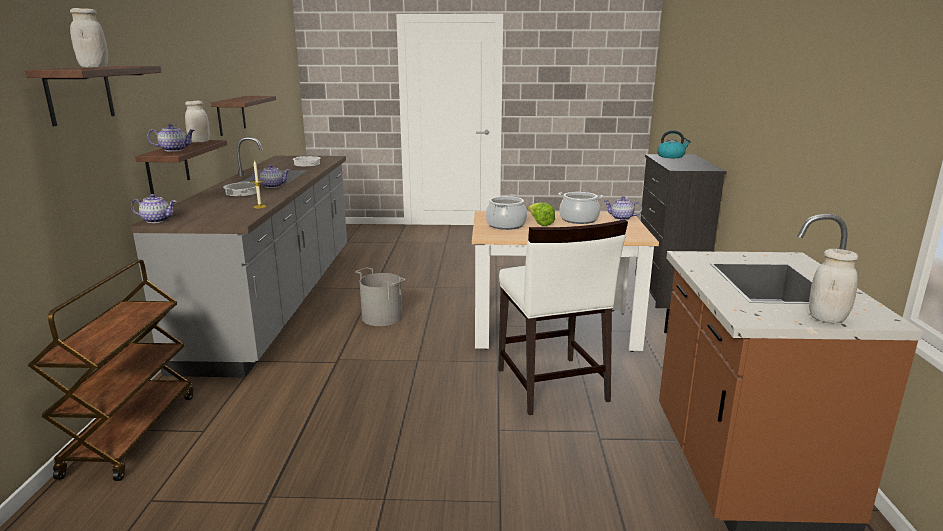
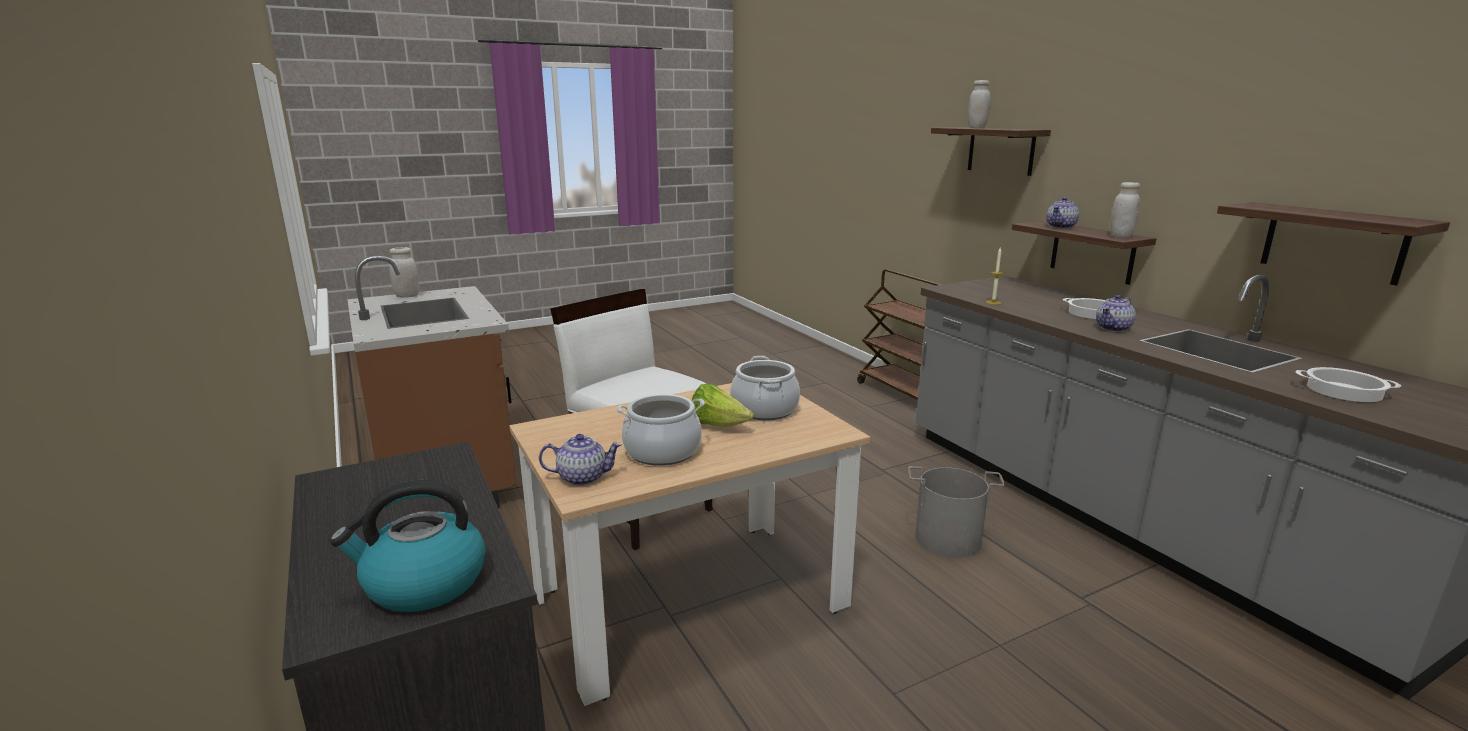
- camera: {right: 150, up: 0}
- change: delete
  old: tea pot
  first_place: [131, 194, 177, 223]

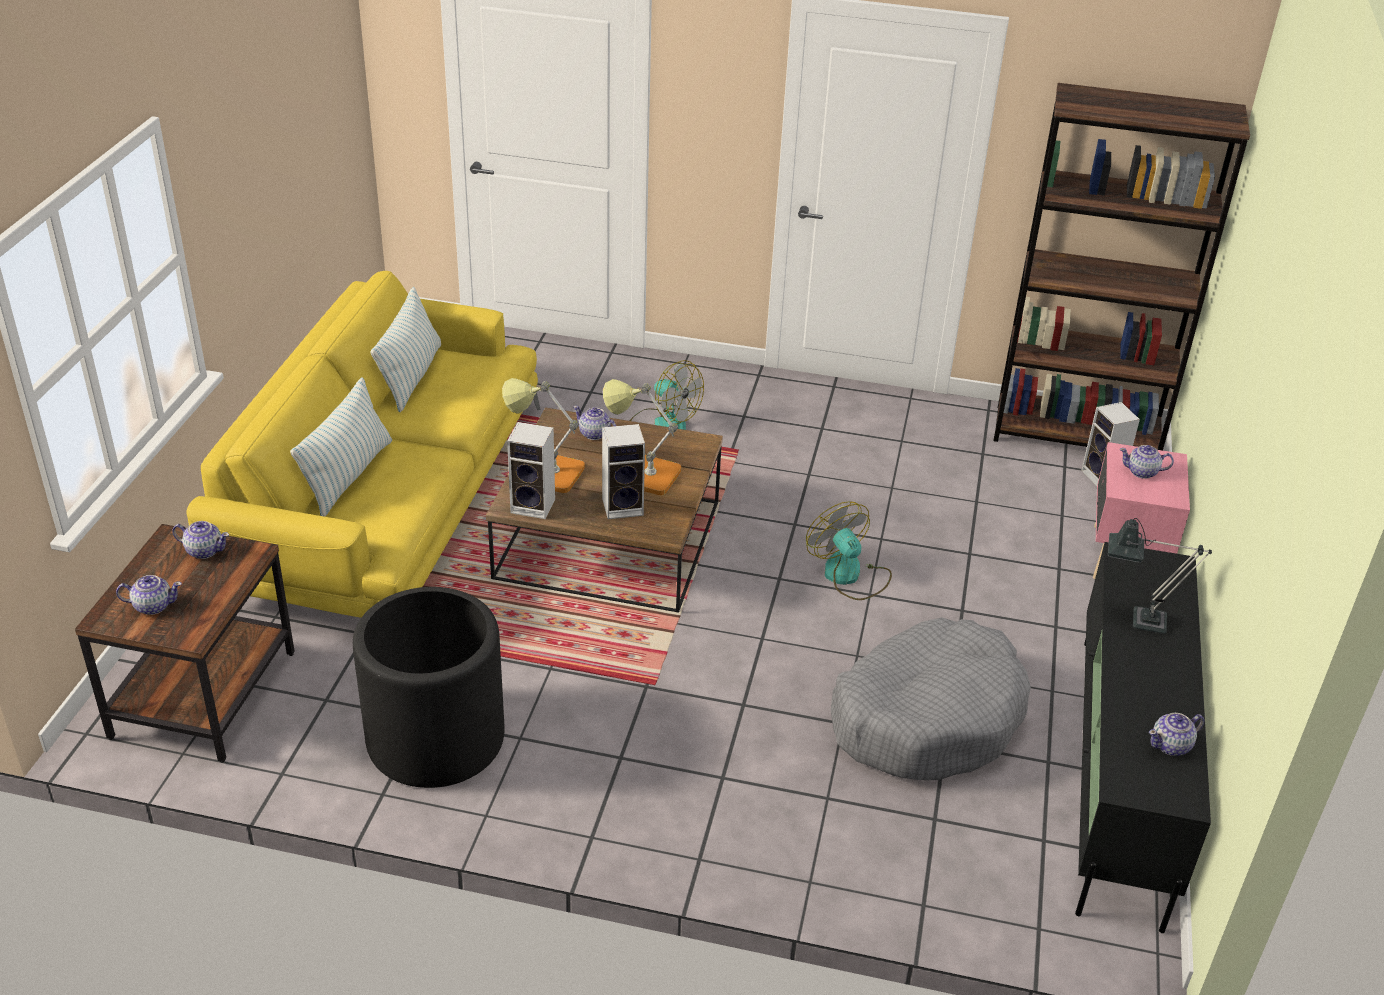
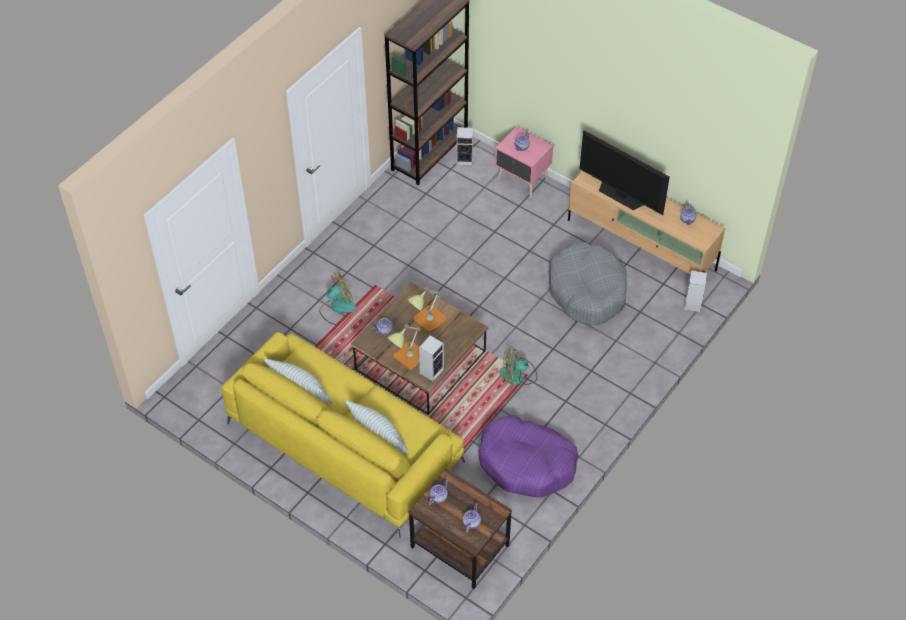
- camera: {right: -65, up: 15}
- change: replace
  old: black planter
  new: purplish dog cushion
  first_place: [353, 587, 505, 788]
  second_place: [478, 415, 579, 498]
- change: move
  old: electric fan
  first_place: [806, 501, 892, 600]
  second_place: [500, 347, 537, 385]
- change: recolor
  old: black tv unit
  new: beige-coloured tv unit
  first_place: [1075, 542, 1211, 933]
  second_place: [568, 171, 725, 274]
- change: replace
  old: tabletop lamp
  new: television
  first_place: [1108, 518, 1212, 634]
  second_place: [580, 130, 670, 215]
- change: move
  old: audio speaker
  first_place: [602, 424, 645, 519]
  second_place: [684, 270, 707, 312]

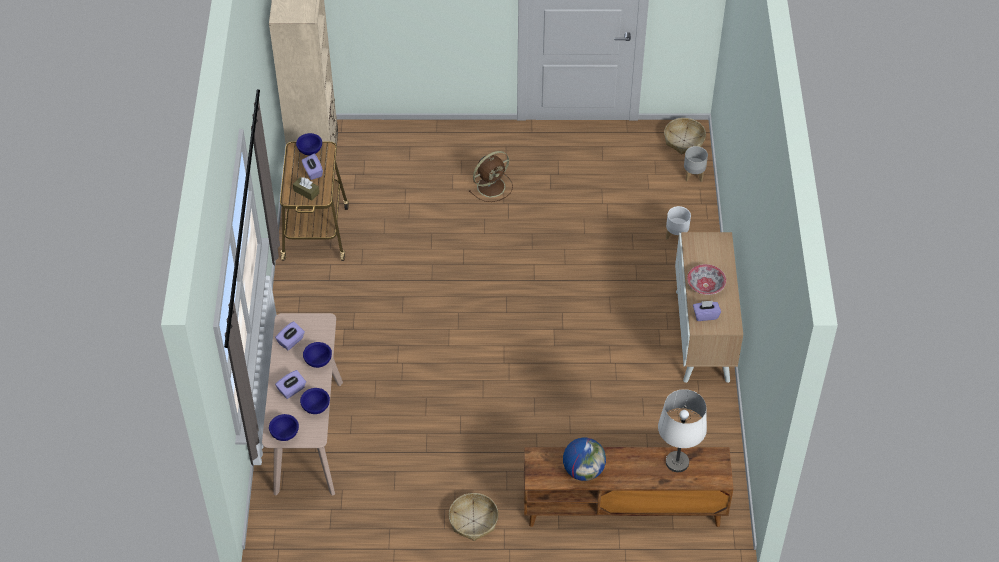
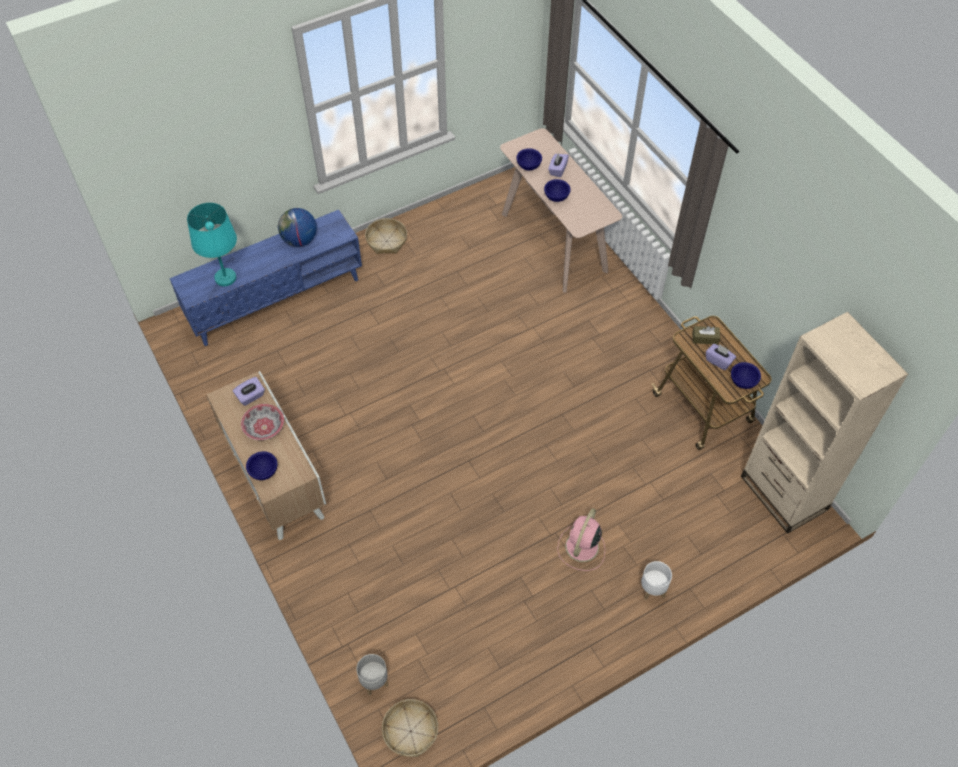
- camera: {right: 150, up: 5}
- change: recolor
  old: brown tv unit
  new: blue-coloured tv unit
  first_place: [524, 447, 733, 527]
  second_place: [170, 210, 362, 346]
- change: recolor
  old: white-coloured tabletop lamp
  new: turquoise-coloured tabletop lamp
  first_place: [658, 389, 707, 472]
  second_place: [187, 203, 237, 286]
- change: move
  old: blue-coloured bowl
  first_place: [269, 414, 299, 441]
  second_place: [246, 451, 278, 480]
- change: recolor
  old: brown electric fan
  new: pink electric fan
  first_place: [468, 151, 513, 202]
  second_place: [557, 508, 605, 571]
- change: move
  old: white-coloured planter
  first_place: [666, 206, 691, 240]
  second_place: [641, 561, 672, 600]
- change: delete
  old: purplish tissue box
  first_place: [275, 322, 305, 350]

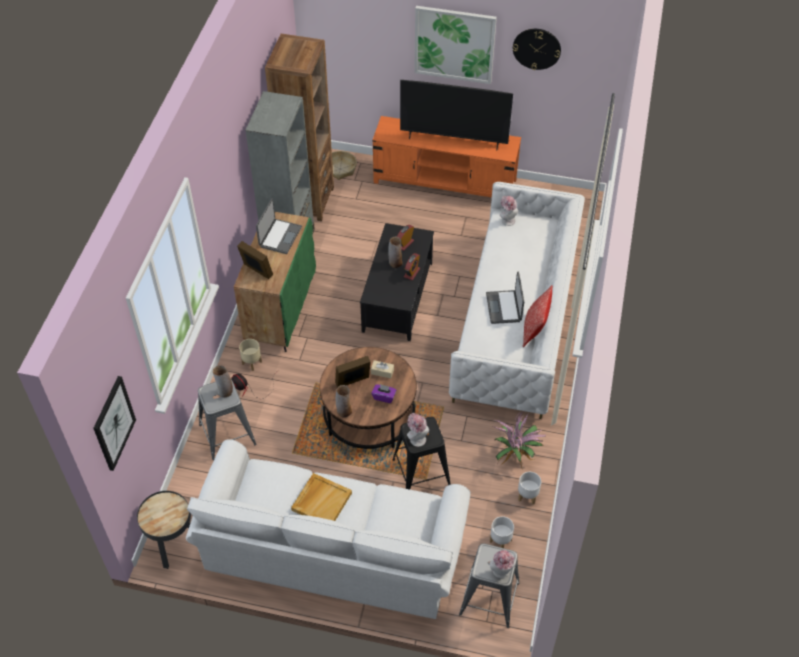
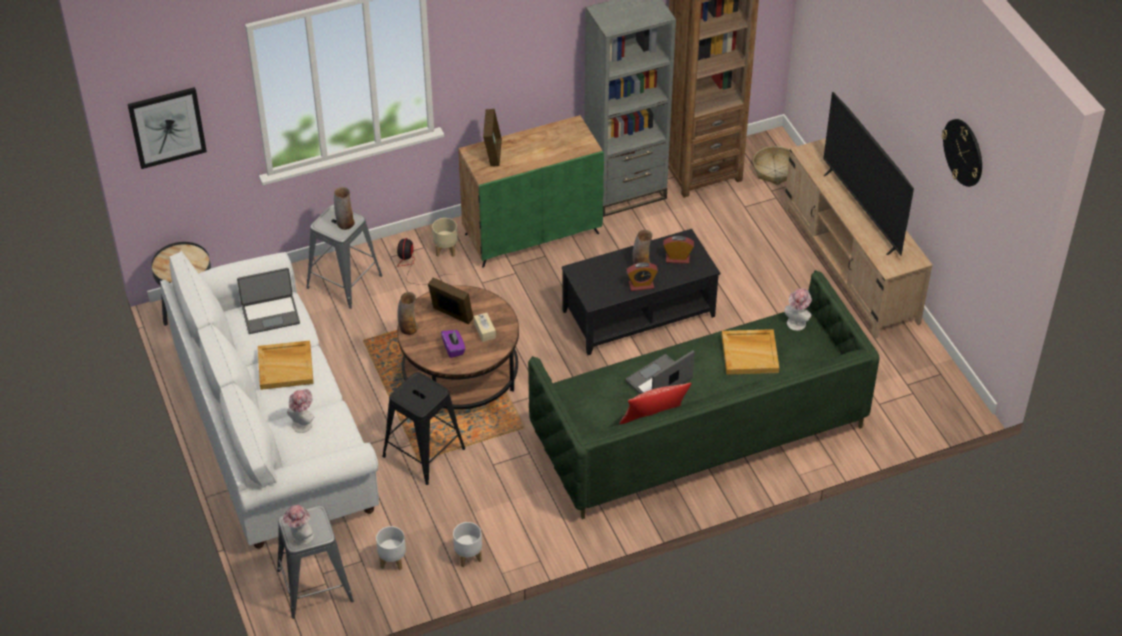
- camera: {right: 55, up: -5}
- change: move
  old: laptop
  first_place: [256, 199, 302, 254]
  second_place: [237, 268, 300, 334]
- change: move
  old: hat
  first_place: [407, 413, 429, 447]
  second_place: [287, 389, 314, 433]
- change: recolor
  old: white-coloured settee
  new: green settee
  first_place: [449, 182, 585, 419]
  second_place: [528, 270, 880, 519]
- change: insert
  new: beige-coloured carrying tray
  second_place: [721, 329, 779, 375]
- change: recolor
  old: orange tv unit
  new: beige-coloured tv unit
  first_place: [372, 116, 521, 197]
  second_place: [784, 138, 932, 339]
- change: delete
  old: picture
  first_place: [414, 6, 497, 84]
- change: delete
  old: houseplant
  first_place: [492, 410, 546, 468]

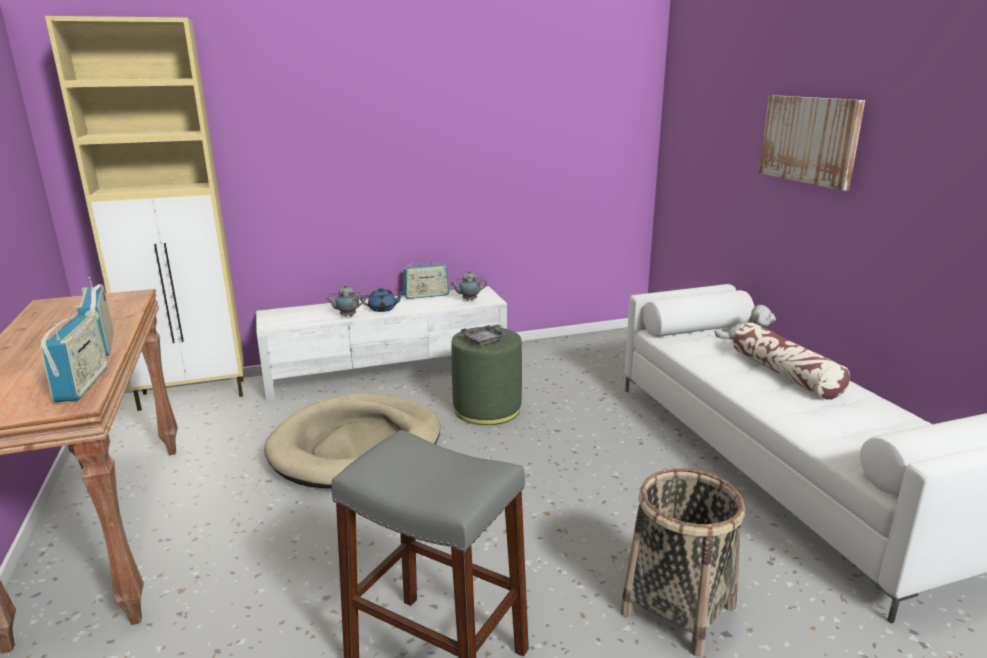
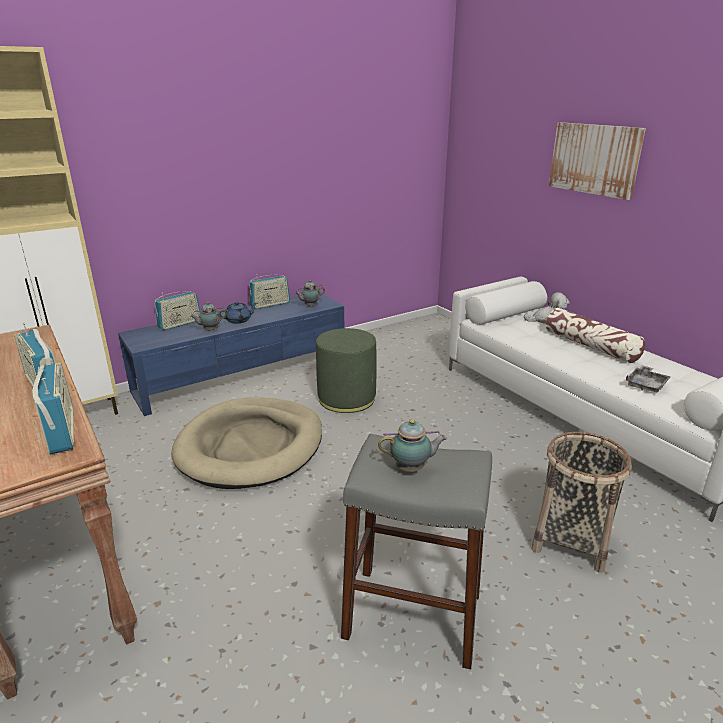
- camera: {right: -15, up: 5}
- change: recolor
  old: white-coloured tv unit
  new: blue-coloured tv unit
  first_place: [256, 286, 507, 402]
  second_place: [118, 293, 344, 416]
- change: insert
  new: radio receiver
  second_place: [155, 291, 201, 330]
- change: insert
  new: tea pot
  second_place: [378, 419, 447, 472]
- change: move
  old: greyish carrying tray
  first_place: [461, 324, 507, 345]
  second_place: [626, 365, 671, 392]

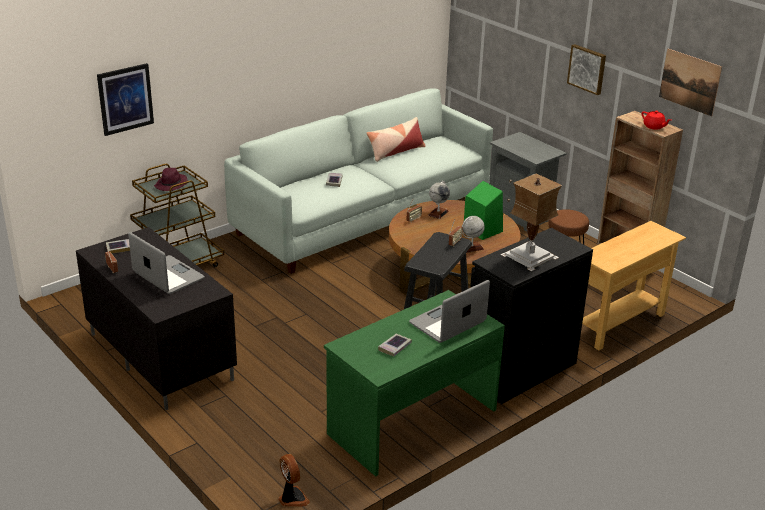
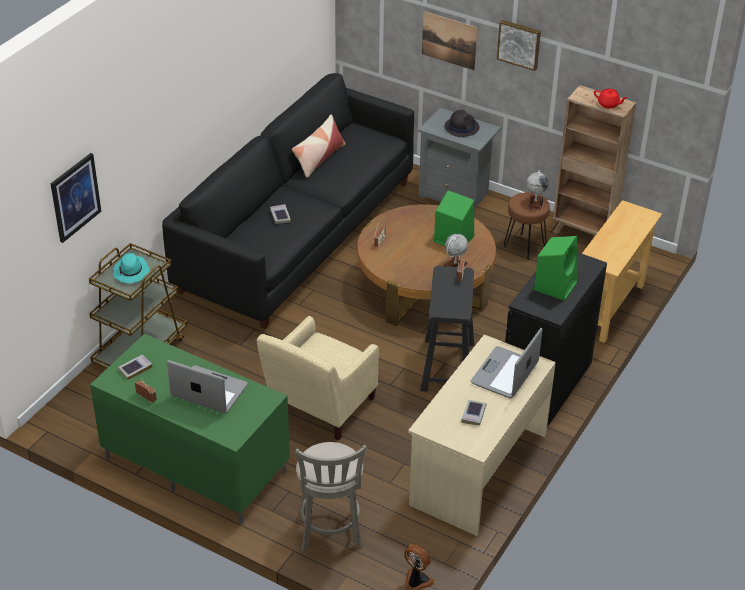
- camera: {right: -20, up: 10}
- change: recolor
  old: black tv unit
  new: green tv unit
  first_place: [76, 227, 237, 410]
  second_place: [90, 334, 290, 525]
- change: recolor
  old: purplish hat
  new: turquoise-coloured hat
  first_place: [154, 168, 188, 191]
  second_place: [113, 253, 150, 283]
- change: recolor
  old: white-coloured settee
  new: black settee
  first_place: [224, 88, 493, 274]
  second_place: [162, 73, 414, 329]
- change: insert
  new: beige-coloured easy chair
  second_place: [257, 316, 379, 440]
- change: insert
  new: greyish stool seat
  second_place: [295, 442, 367, 552]
- change: recolor
  old: green desk
  new: beige-coloured desk
  first_place: [324, 290, 505, 477]
  second_place: [408, 334, 556, 536]
- change: move
  old: picture
  first_place: [659, 49, 722, 116]
  second_place: [422, 11, 478, 71]
- change: insert
  new: black hat
  second_place: [444, 110, 480, 137]
- change: move
  old: world globe
  first_place: [428, 181, 450, 219]
  second_place: [527, 170, 549, 210]
- change: replace
  old: tabletop lamp
  new: green audio speaker
  first_place: [501, 173, 562, 271]
  second_place: [534, 236, 578, 301]

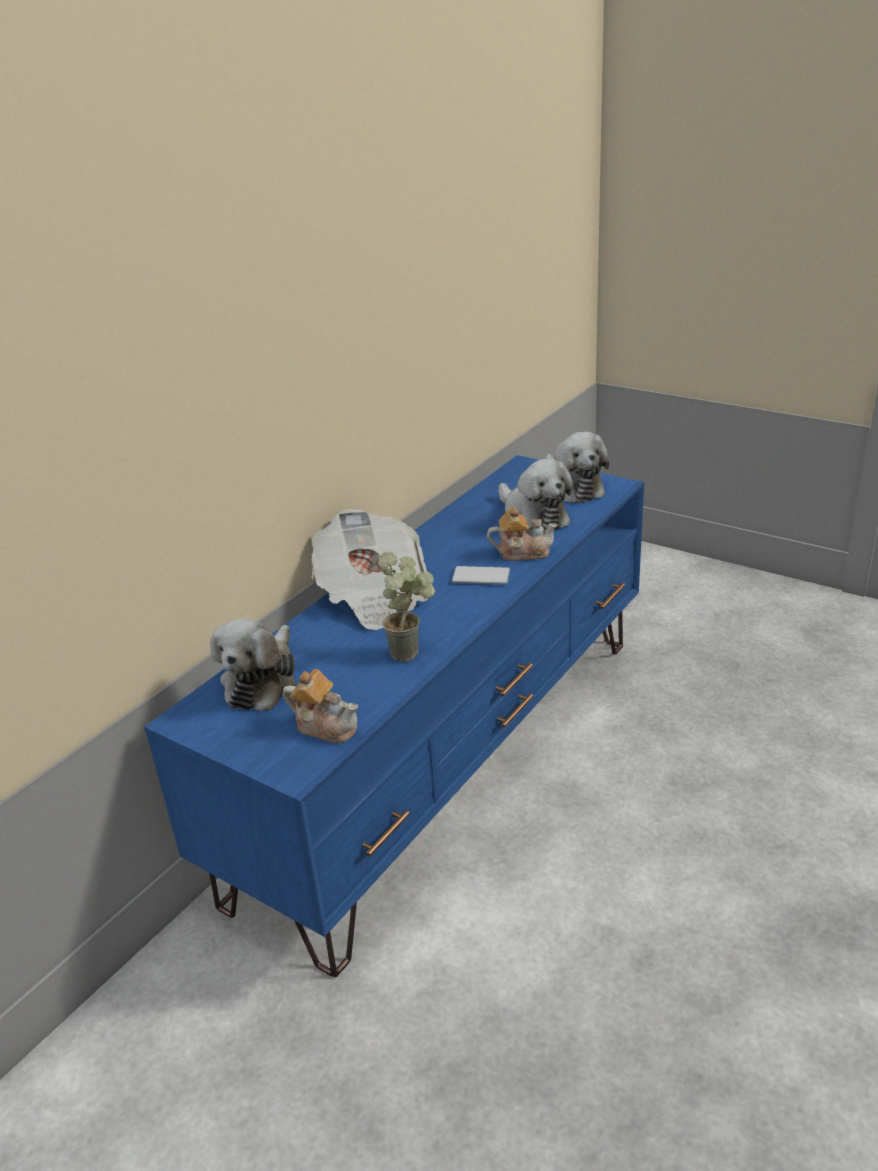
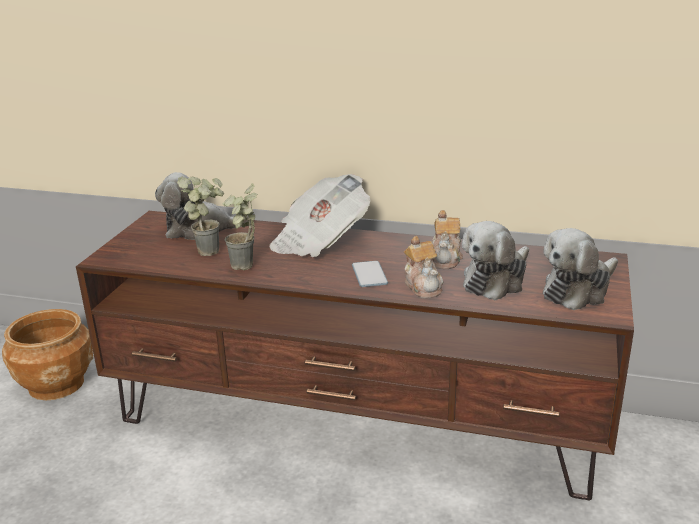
- camera: {right: 70, up: -5}
- change: insert
  new: brown planter
  second_place: [2, 309, 93, 400]
- change: recolor
  old: blue-coloured tv unit
  new: brown tv unit
  first_place: [144, 455, 644, 977]
  second_place: [76, 211, 634, 501]
- change: insert
  new: houseplant
  second_place: [177, 177, 224, 256]
- change: move
  old: tea pot
  first_place: [283, 669, 358, 743]
  second_place: [432, 210, 463, 269]

